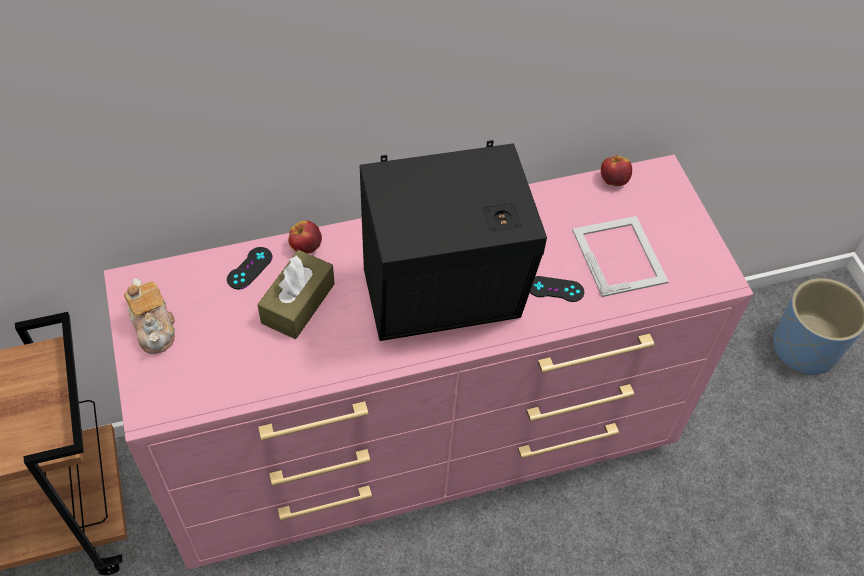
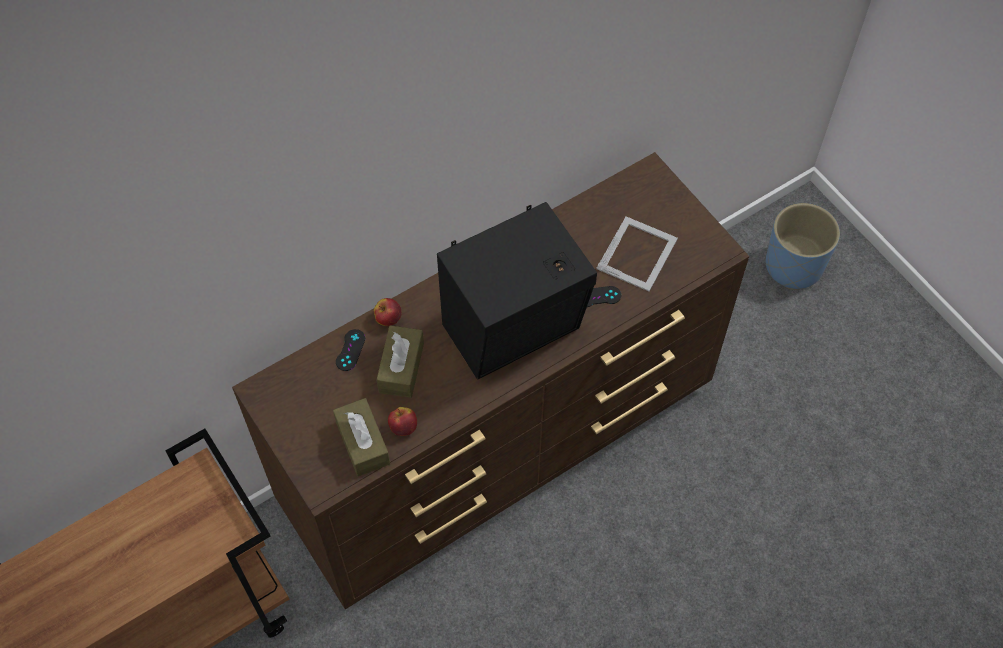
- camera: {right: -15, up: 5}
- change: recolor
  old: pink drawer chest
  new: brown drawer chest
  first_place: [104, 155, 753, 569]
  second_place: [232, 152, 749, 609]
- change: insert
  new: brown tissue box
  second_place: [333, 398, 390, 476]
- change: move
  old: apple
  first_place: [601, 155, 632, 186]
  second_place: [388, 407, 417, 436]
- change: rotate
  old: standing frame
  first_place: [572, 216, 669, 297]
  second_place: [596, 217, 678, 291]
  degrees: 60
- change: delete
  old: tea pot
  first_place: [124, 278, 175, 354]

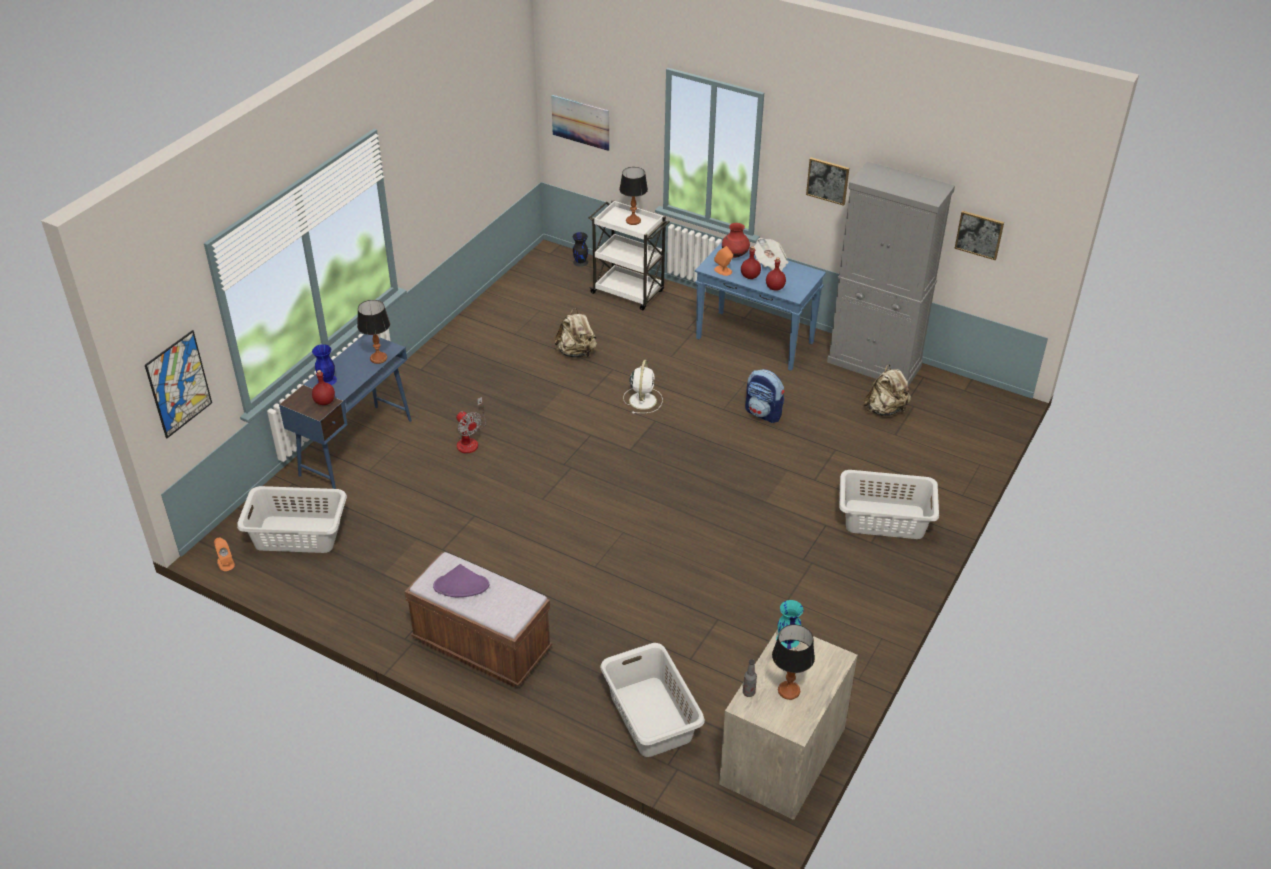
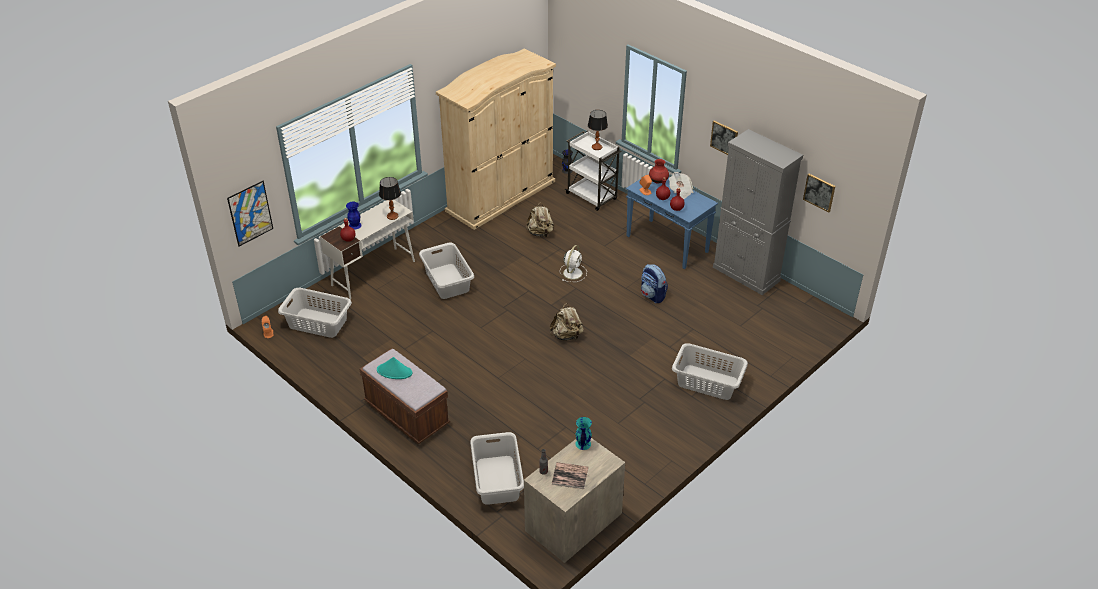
- camera: {right: 15, up: 0}
- change: recolor
  old: blue-coloured desk
  new: white-coloured desk
  first_place: [279, 334, 412, 489]
  second_place: [320, 200, 415, 300]
- change: recolor
  old: purplish hat
  new: turquoise-coloured hat
  first_place: [433, 564, 489, 597]
  second_place: [377, 357, 412, 379]
- change: replace
  old: electric fan
  new: greyish laundry basket
  first_place: [456, 397, 486, 454]
  second_place: [419, 242, 474, 299]
- change: insert
  new: beige-coloured wardrobe
  second_place: [436, 48, 556, 230]
- change: move
  old: beige-coloured knapsack
  first_place: [864, 364, 911, 416]
  second_place: [550, 303, 584, 341]
- change: replace
  old: tabletop lamp
  new: book
  first_place: [772, 624, 815, 700]
  second_place: [552, 462, 589, 489]
- change: delete
  old: picture
  first_place: [551, 95, 609, 151]

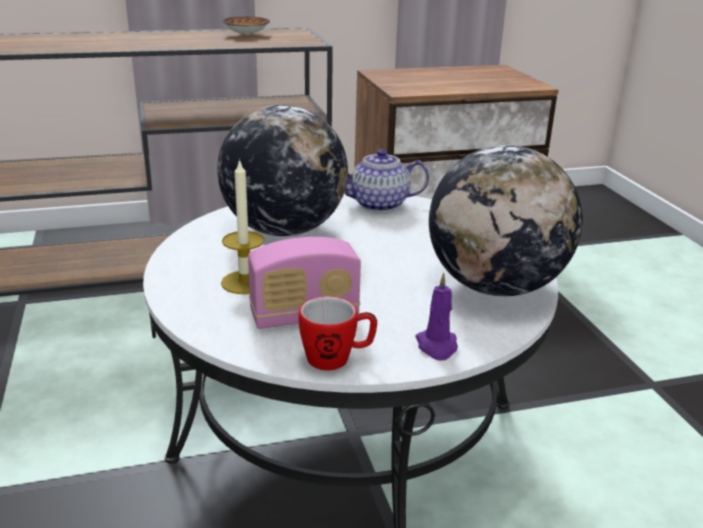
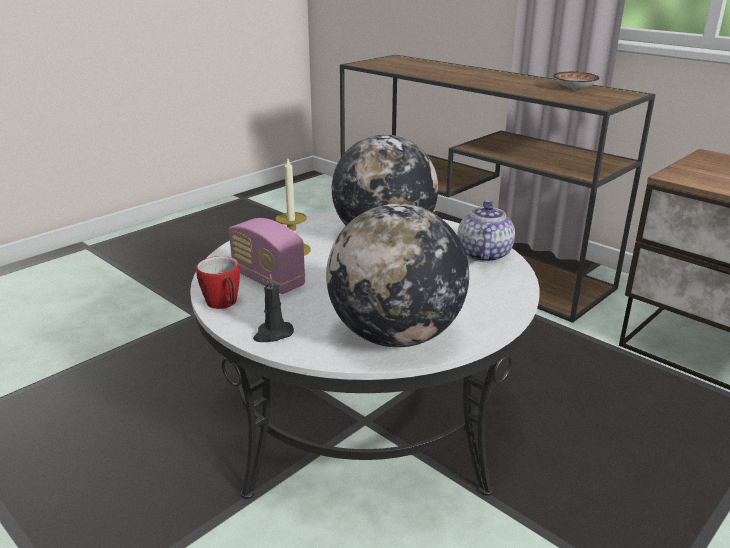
- camera: {right: 60, up: 0}
- change: recolor
  old: purplish wax candle
  new: black wax candle
  first_place: [415, 273, 458, 361]
  second_place: [253, 274, 294, 342]
- change: rotate
  old: tea pot
  first_place: [344, 149, 429, 212]
  second_place: [458, 200, 515, 262]
  degrees: 45

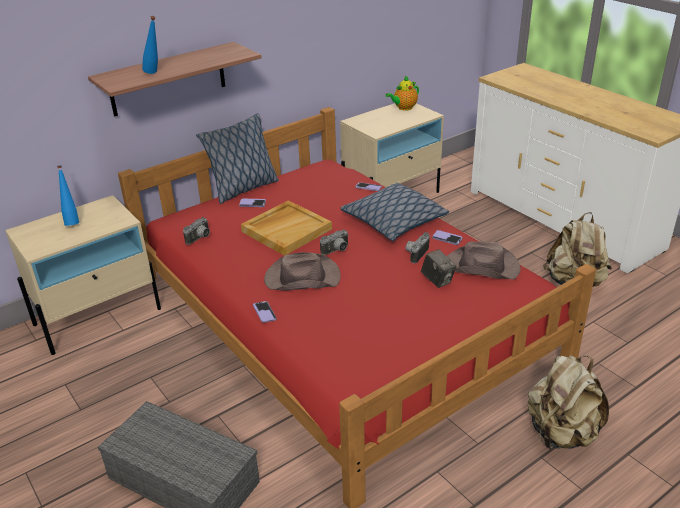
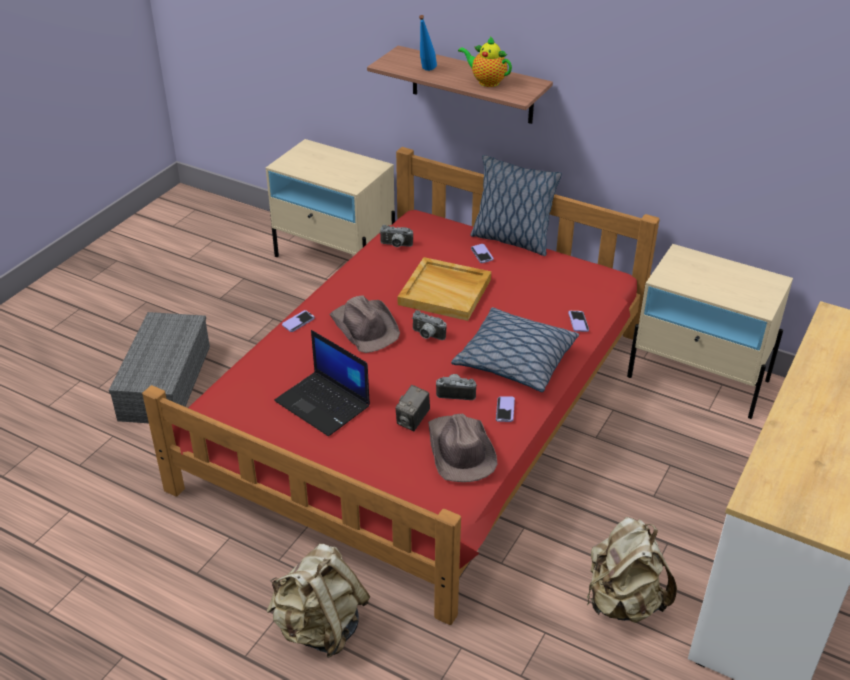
- camera: {right: 65, up: 5}
- change: insert
  new: laptop
  second_place: [274, 330, 370, 436]
- change: move
  old: tea pot
  first_place: [386, 75, 419, 111]
  second_place: [458, 36, 512, 87]
- change: delete
  old: blue-coloured bottle
  first_place: [57, 165, 79, 226]

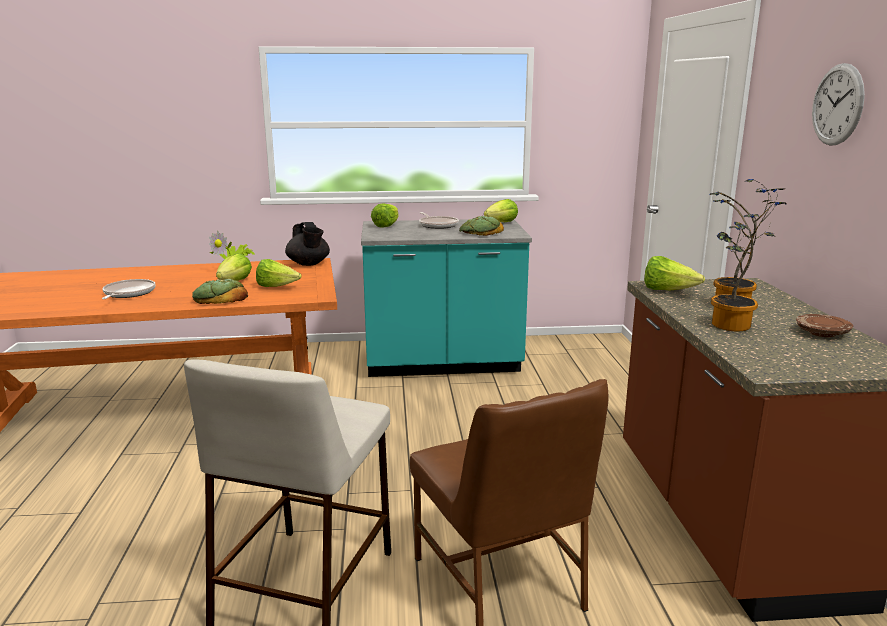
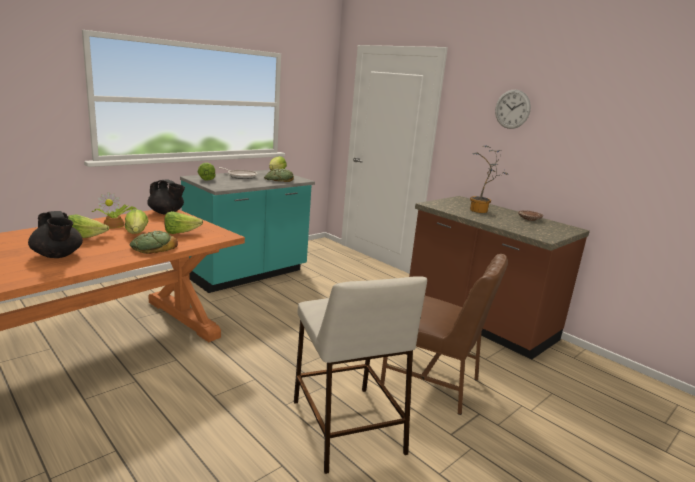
- camera: {right: -40, up: 0}
- change: replace
  old: skillet
  new: black tea pot
  first_place: [102, 279, 156, 299]
  second_place: [28, 211, 83, 258]
- change: move
  old: lettuce head
  first_place: [644, 256, 705, 290]
  second_place: [68, 214, 109, 238]
- change: delete
  old: houseplant
  first_place: [711, 189, 787, 331]

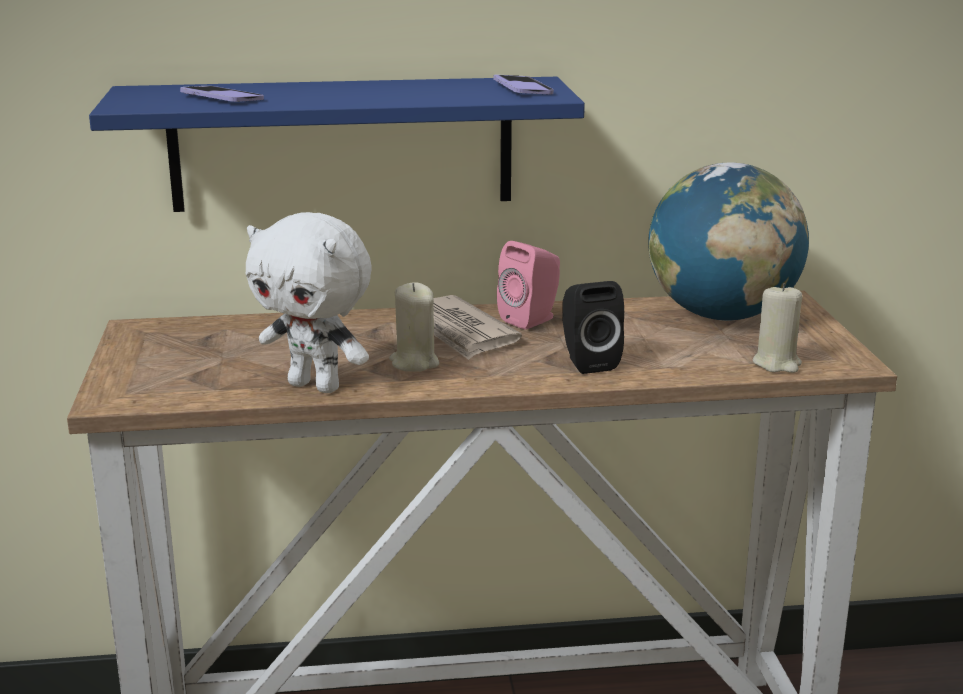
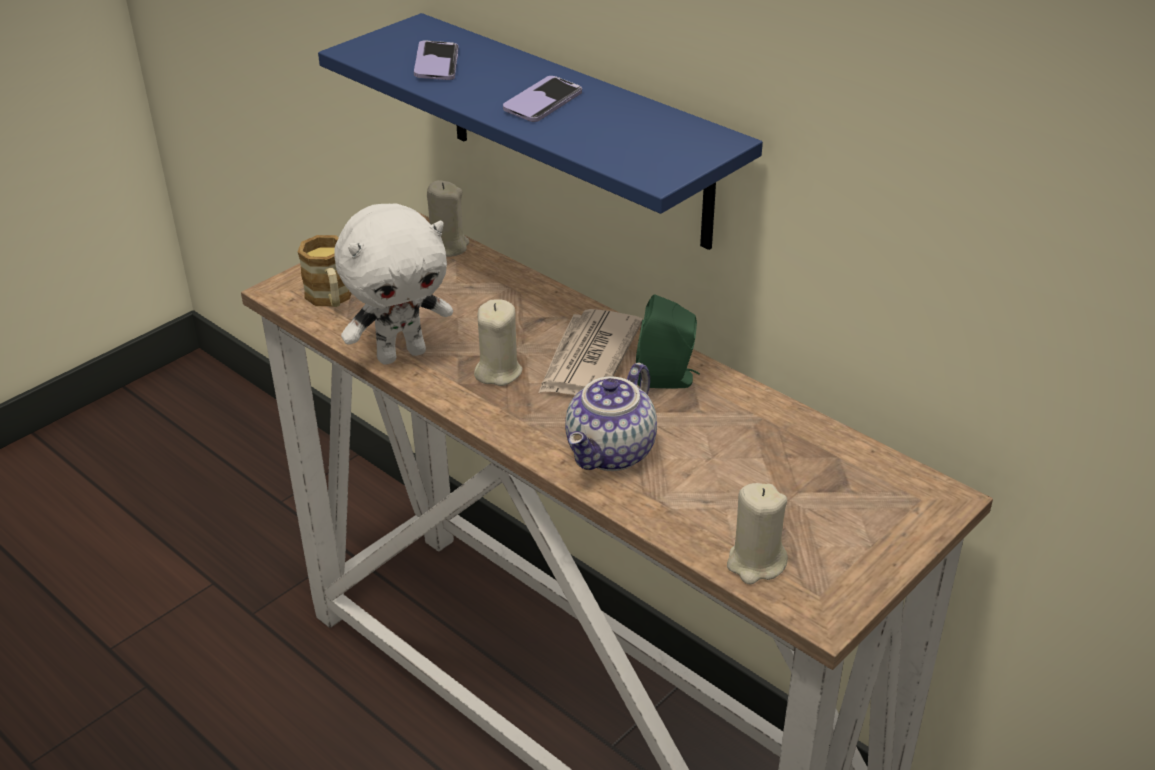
- camera: {right: 50, up: 15}
- change: insert
  new: mug
  second_place: [298, 235, 352, 307]
- change: rotate
  old: white-coloured soft toy
  first_place: [246, 212, 372, 393]
  second_place: [334, 204, 453, 365]
  degrees: -105
- change: insert
  new: beige-coloured wax candle
  second_place: [427, 180, 469, 257]
- change: move
  old: phone
  first_place: [493, 75, 554, 94]
  second_place: [503, 76, 582, 122]
- change: replace
  old: black audio speaker
  new: tea pot
  first_place: [562, 281, 624, 374]
  second_place: [565, 362, 657, 471]
- change: recolor
  old: pink audio speaker
  new: green audio speaker
  first_place: [497, 241, 560, 329]
  second_place: [636, 294, 700, 388]
- change: delete
  old: world globe
  first_place: [648, 162, 809, 321]

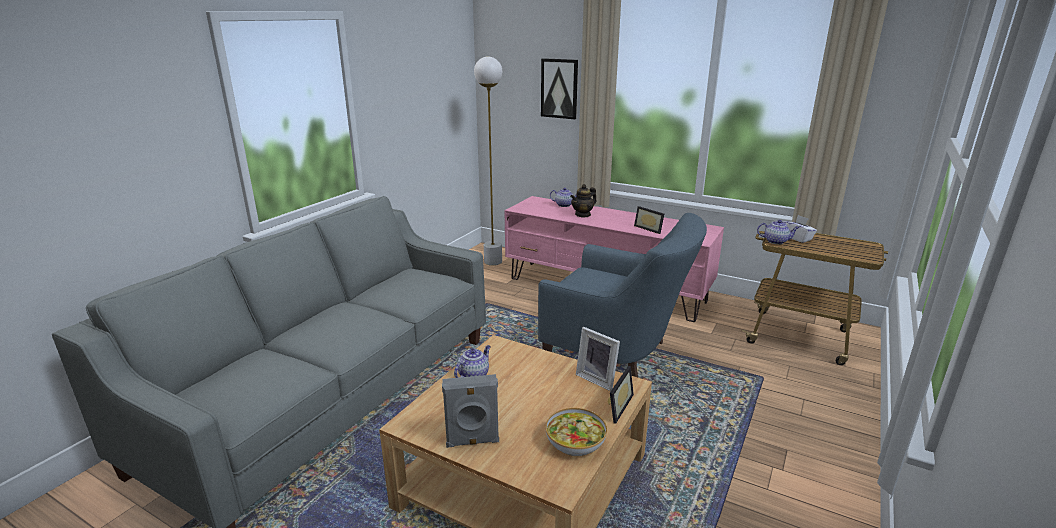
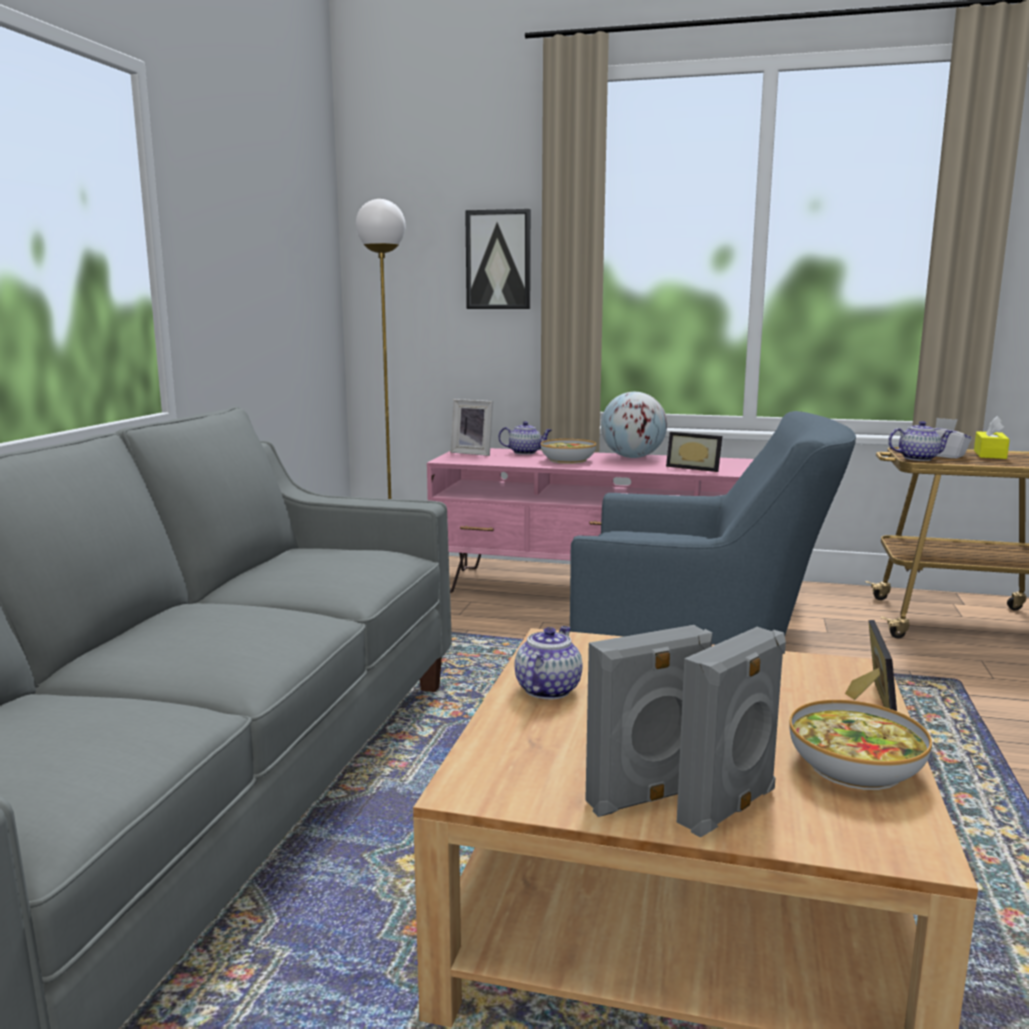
- camera: {right: -15, up: -10}
- change: move
  old: standing frame
  first_place: [576, 327, 620, 391]
  second_place: [450, 399, 493, 456]
- change: replace
  old: tea pot
  new: bowl
  first_place: [570, 184, 597, 218]
  second_place: [541, 439, 596, 464]
- change: insert
  new: world globe
  second_place: [601, 392, 667, 458]
- change: insert
  new: greyish audio speaker
  second_place: [677, 627, 786, 837]
- change: insert
  new: yellow-coloured tissue box
  second_place: [974, 416, 1010, 459]

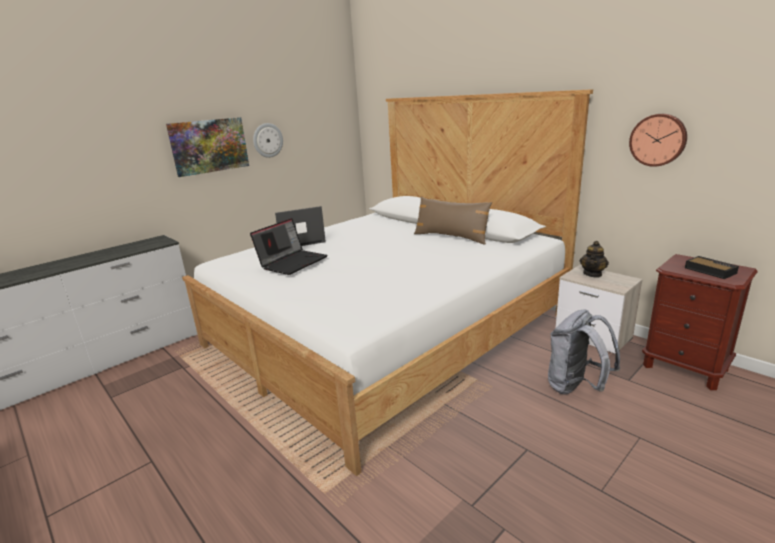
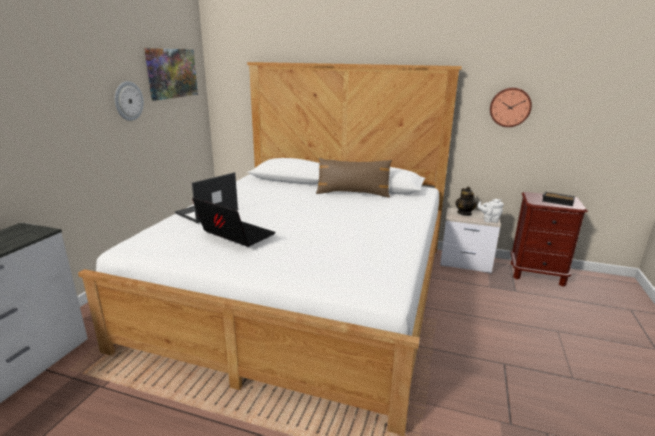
- camera: {right: -30, up: 0}
- change: move
  old: picture
  first_place: [166, 117, 249, 177]
  second_place: [144, 48, 198, 100]
- change: rotate
  old: laptop
  first_place: [250, 218, 328, 275]
  second_place: [192, 198, 276, 247]
  degrees: -60
- change: insert
  new: white-coloured tea pot
  second_place: [478, 199, 504, 223]
- change: delete
  old: greyish knapsack
  first_place: [548, 310, 620, 394]

